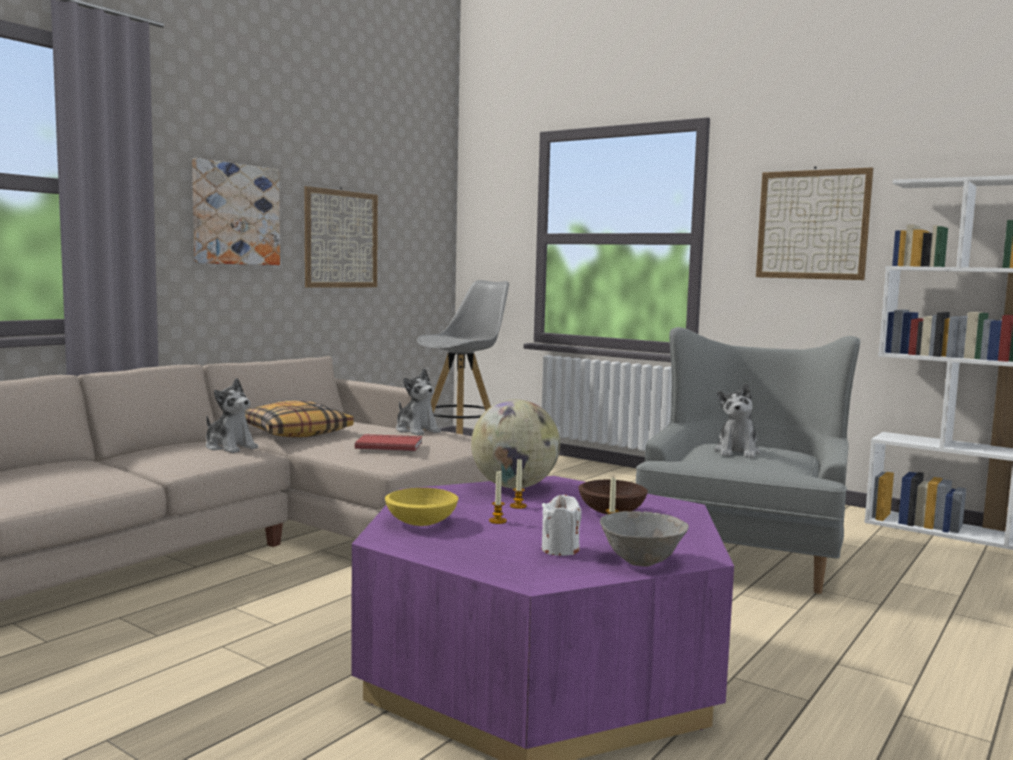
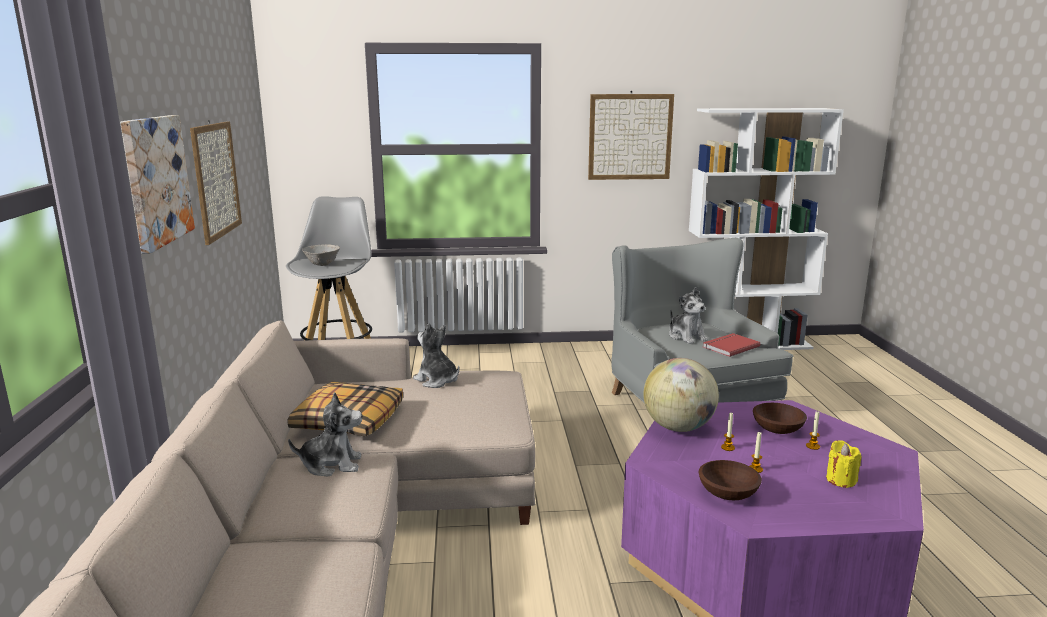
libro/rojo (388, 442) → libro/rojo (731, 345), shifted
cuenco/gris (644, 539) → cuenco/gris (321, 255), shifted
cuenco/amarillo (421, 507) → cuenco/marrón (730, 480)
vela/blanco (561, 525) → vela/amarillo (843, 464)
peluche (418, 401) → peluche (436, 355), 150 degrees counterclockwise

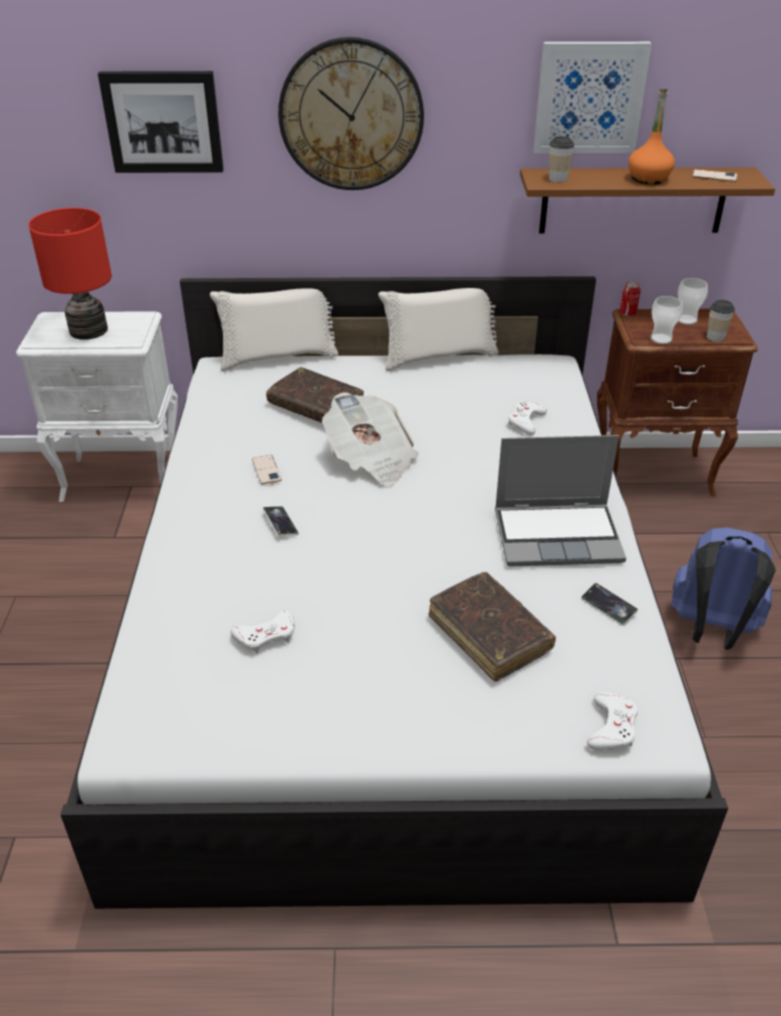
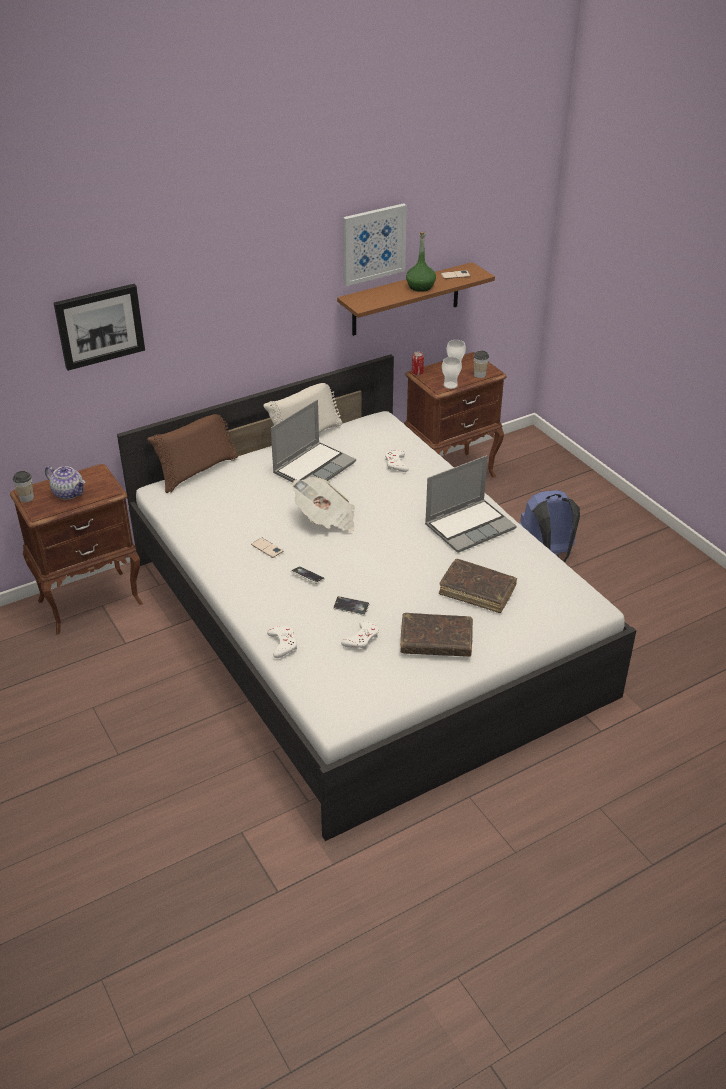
reloj de pared (351, 113) → -
- → portátil (313, 441)
libro/marrón (315, 395) → libro/marrón (436, 635), shifted
taza (561, 159) → taza (23, 486), shifted
móvil (609, 604) → móvil (351, 605), shifted
mando de consola/blanco (612, 721) → mando de consola/blanco (282, 642), shifted
lámpara de mesa/rojo (70, 274) → tetera (65, 483)
mesita de noche/blanco (97, 406) → mesita de noche/marrón (76, 549)
cojín/blanco (274, 330) → cojín/marrón (192, 453)
botella/naranja (651, 137) → botella/verde (421, 262)

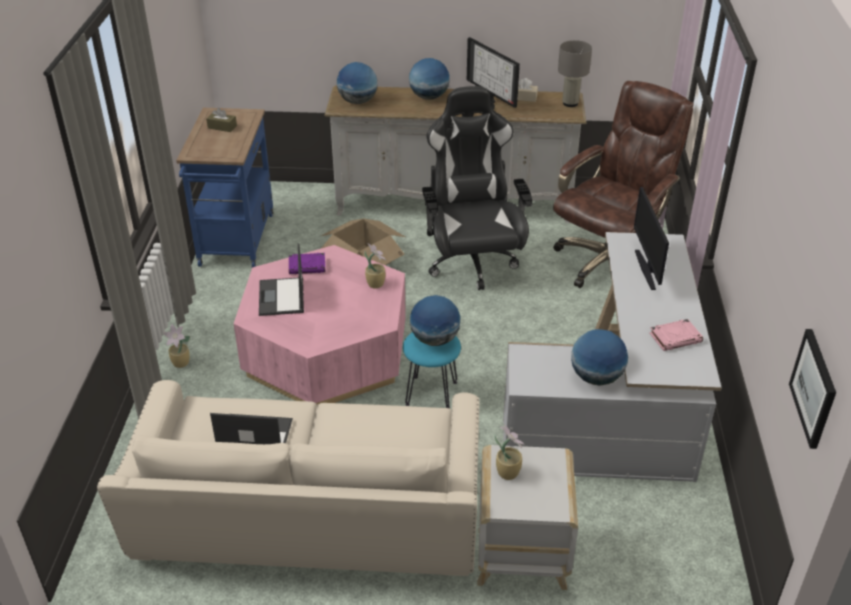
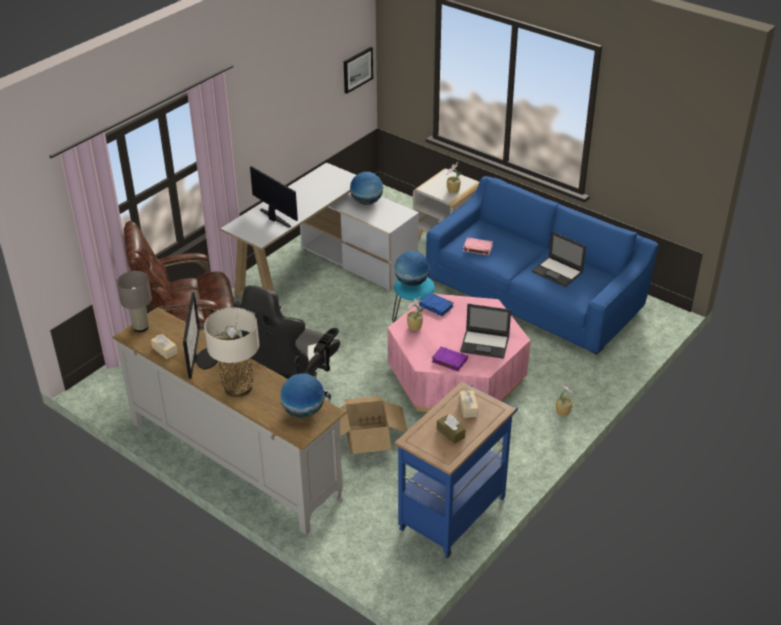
- → libro/azul (436, 304)
- → caja de pañuelos/beis (468, 404)
libro/rosa (676, 335) → libro/rosa (478, 246), shifted
globo terráqueo (429, 79) → lámpara de mesa (231, 352)
sofá/beis (288, 478) → sofá/azul (542, 265)
portátil (281, 279) → portátil (485, 331), 75 degrees clockwise
monitor (651, 238) → monitor (274, 197), 75 degrees counterclockwise

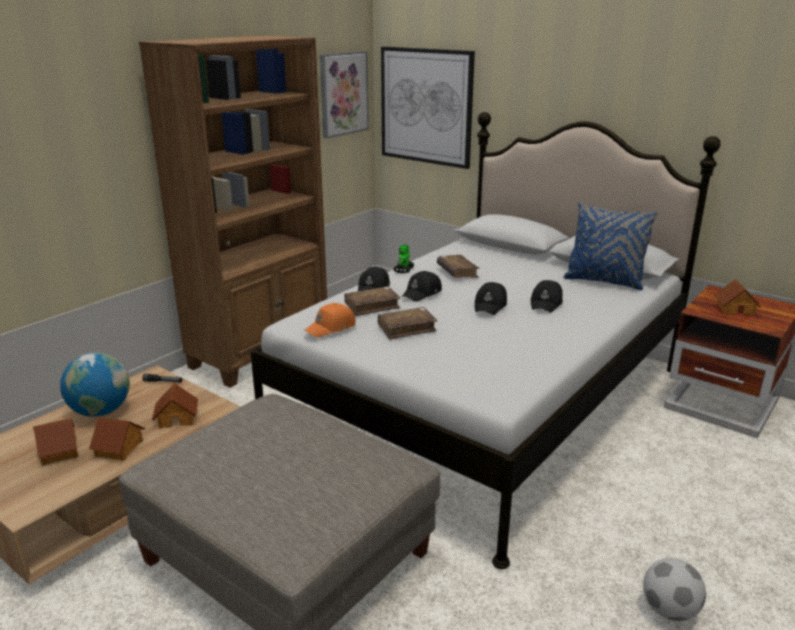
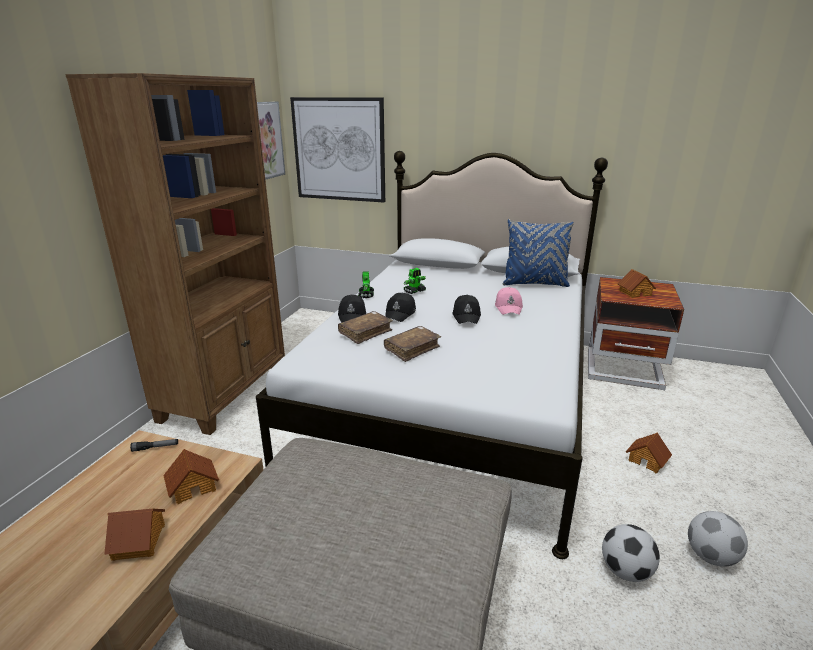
globo terráqueo (95, 384) → -
gorra/naranja (330, 320) → -
- → balón de fútbol (631, 553)
casita (55, 441) → casita (649, 453), shifted
libro/marrón (458, 266) → robot de juguete (415, 281)
gorra/negro (547, 296) → gorra/rosa (509, 301)

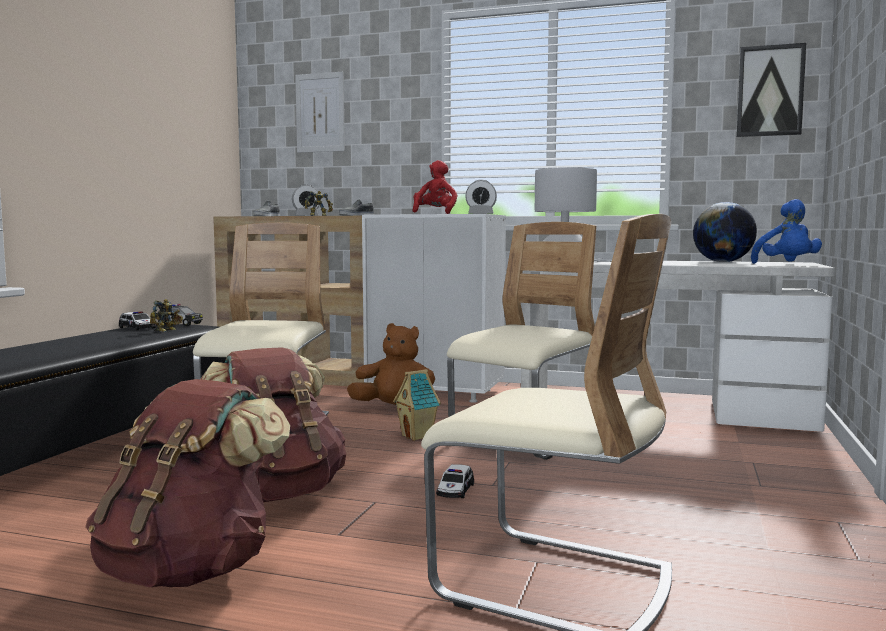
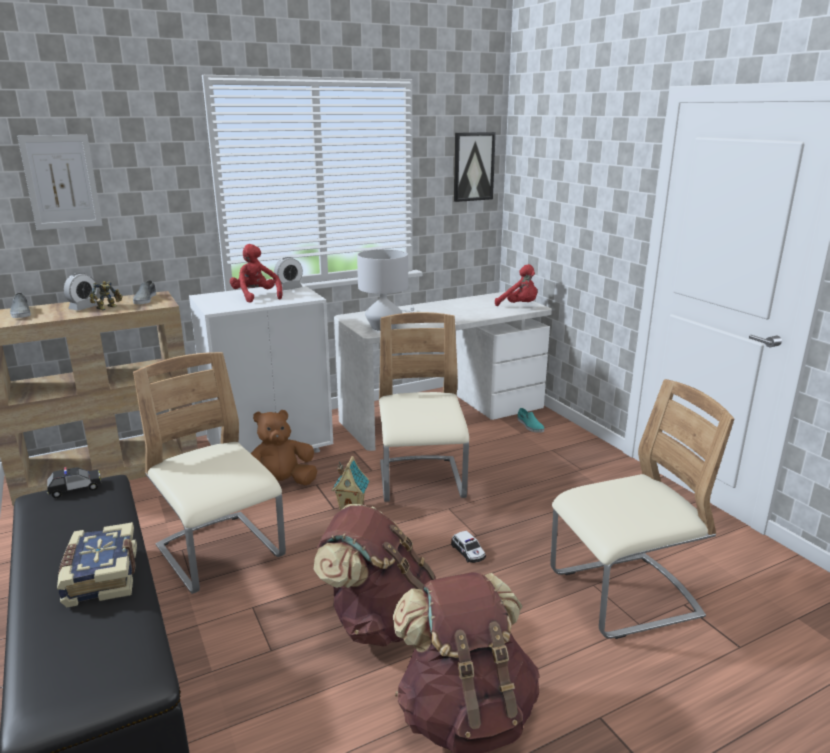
coche de juguete (137, 320) → -
robot de juguete (166, 315) → -
globo terráqueo (725, 232) → -
- → libro (97, 564)
- → zapato/turquesa (531, 420)
peluche/azul (786, 231) → peluche/rojo (516, 285)

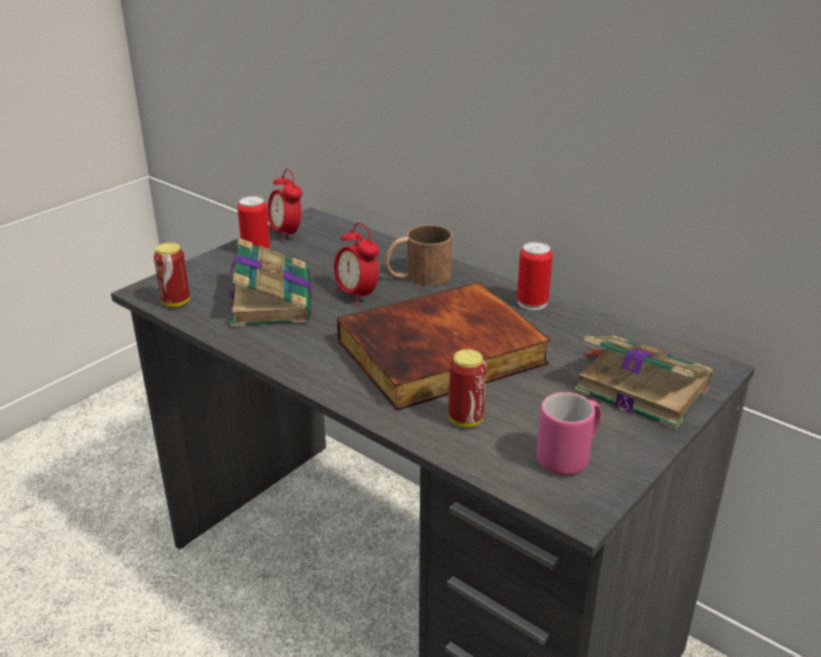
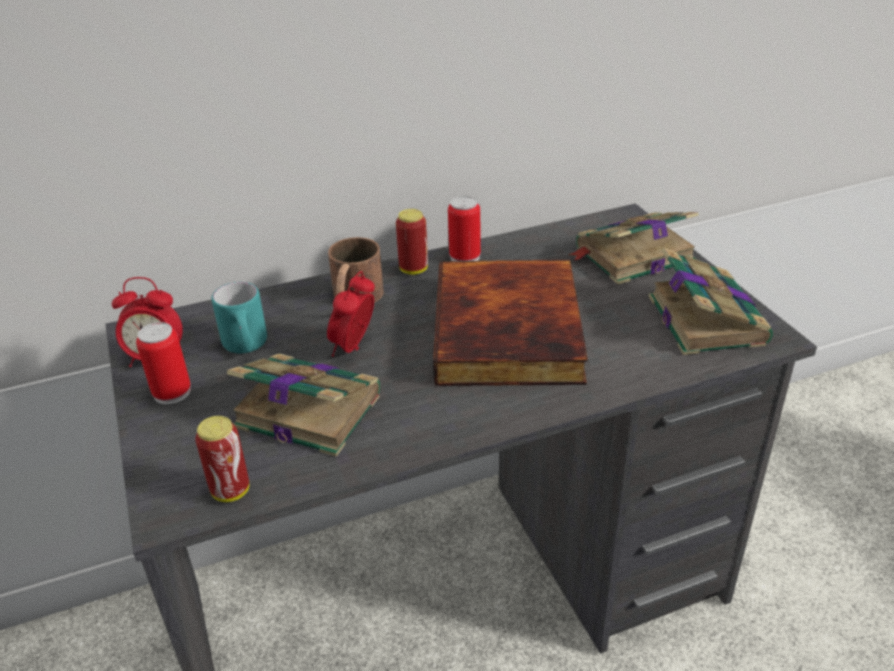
- → taza grande/turquesa (239, 317)
lata (467, 388) → lata (412, 242), shifted
taza grande/rosa (568, 433) → libro (711, 301)
despertador (356, 264) → despertador (351, 314), 120 degrees clockwise

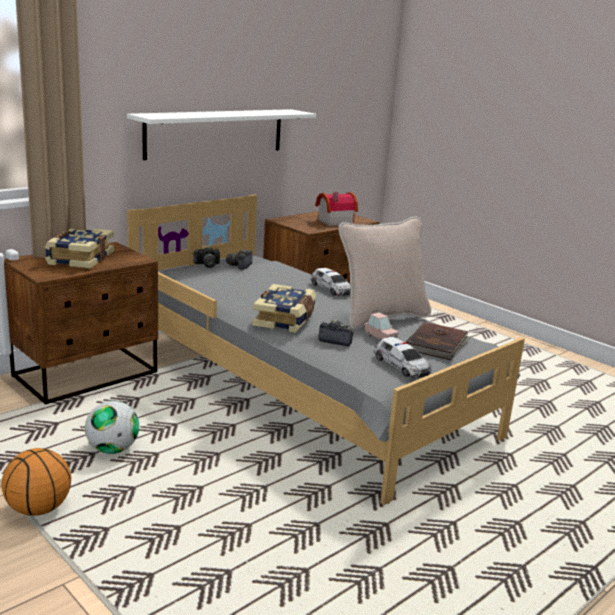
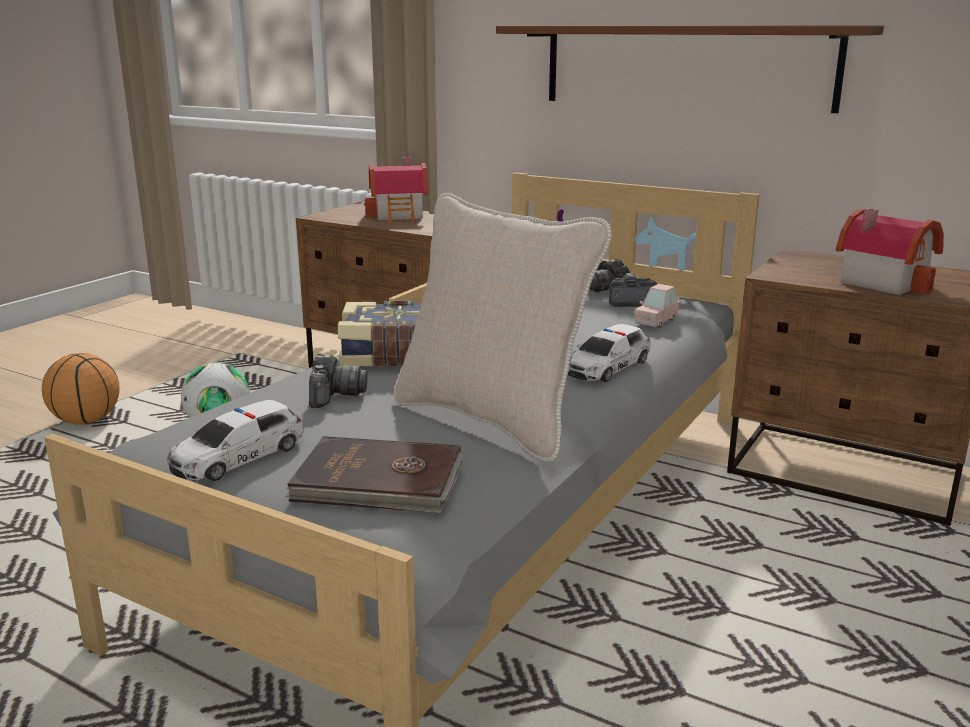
coche de juguete/rosa (382, 326) → coche de juguete/rosa (657, 306), shifted
libro (79, 249) → casita (396, 190)
estante/blanco (221, 134) → estante/marrón (690, 69)

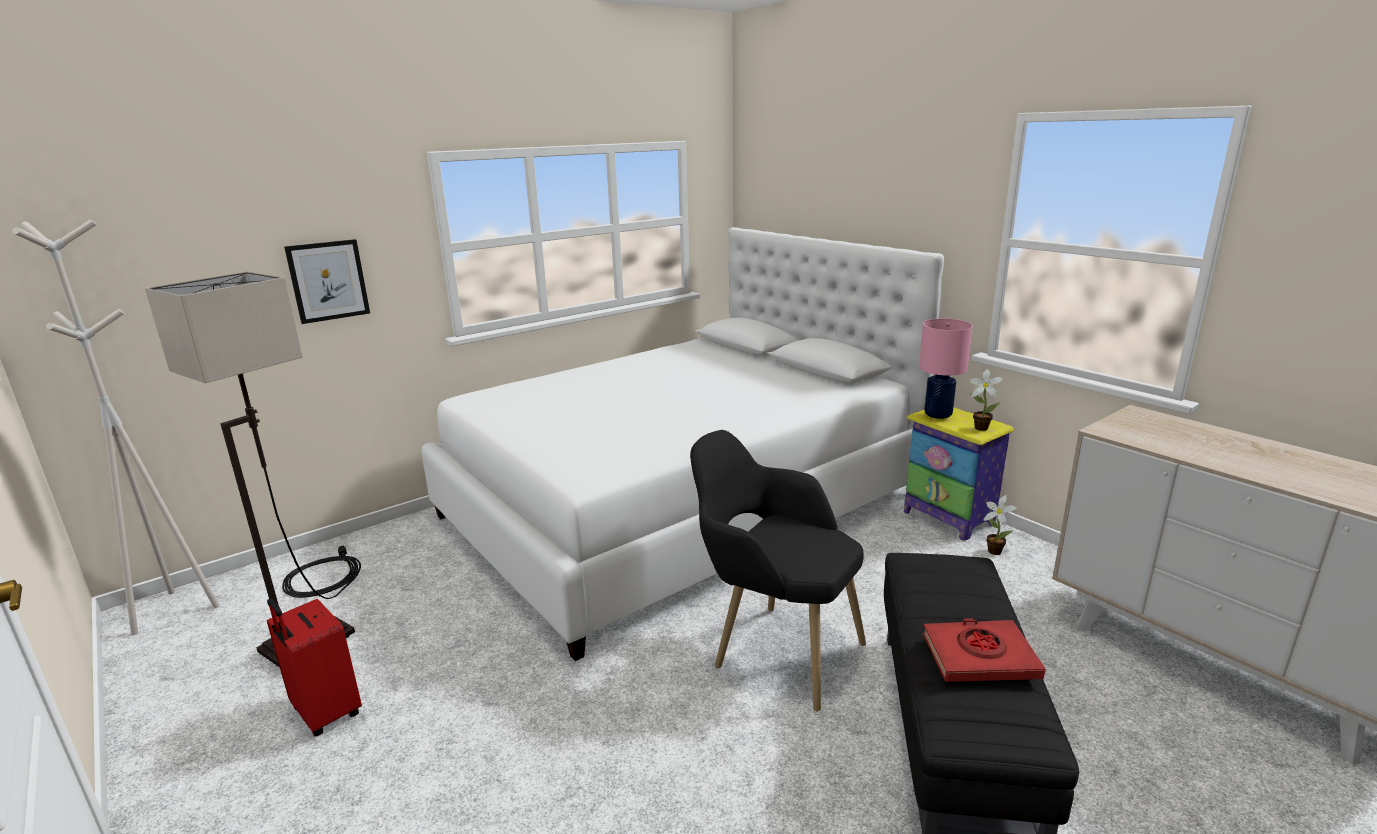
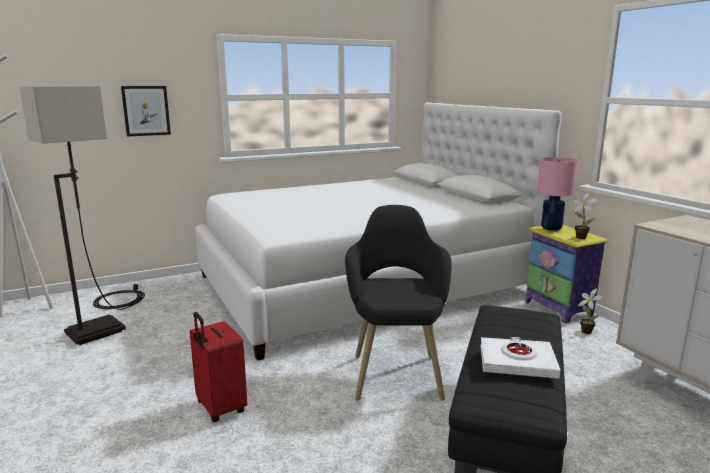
maleta/rojo (314, 667) → maleta/rojo (218, 367), shifted
libro/rojo (984, 650) → libro/blanco (520, 358)
sillón/negro (778, 571) → sillón/negro (398, 303), 45 degrees clockwise

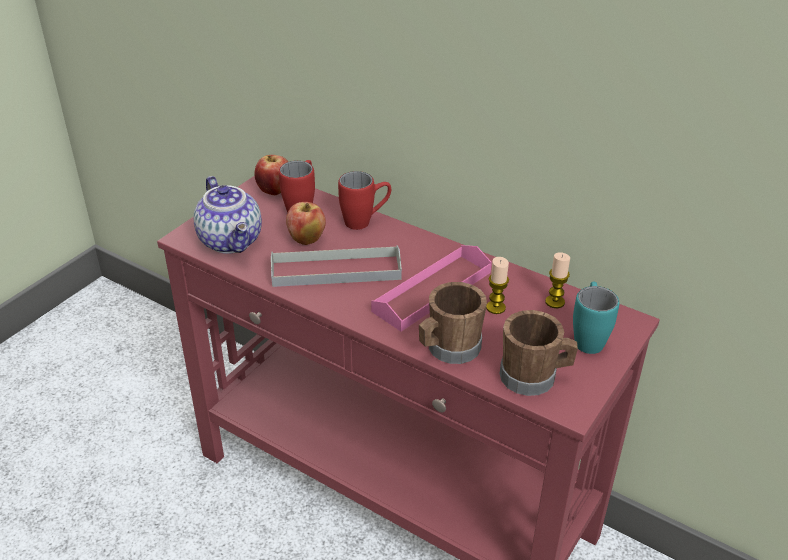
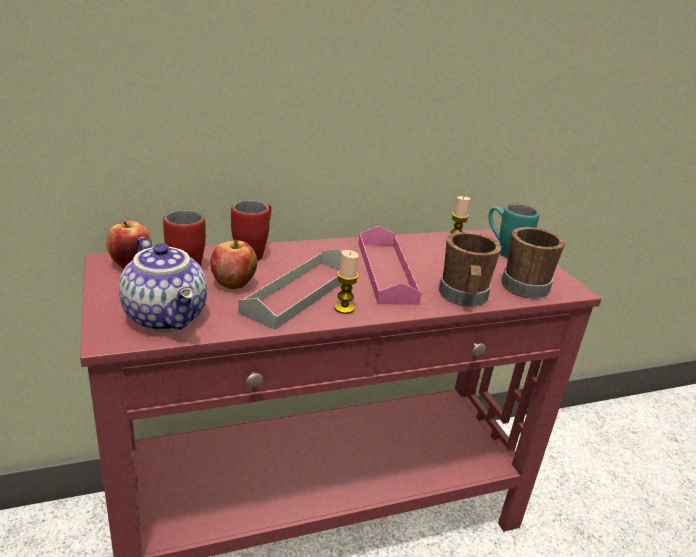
vela (497, 285) → vela (346, 282), shifted
tetera (227, 215) → tetera (163, 284), 45 degrees clockwise

